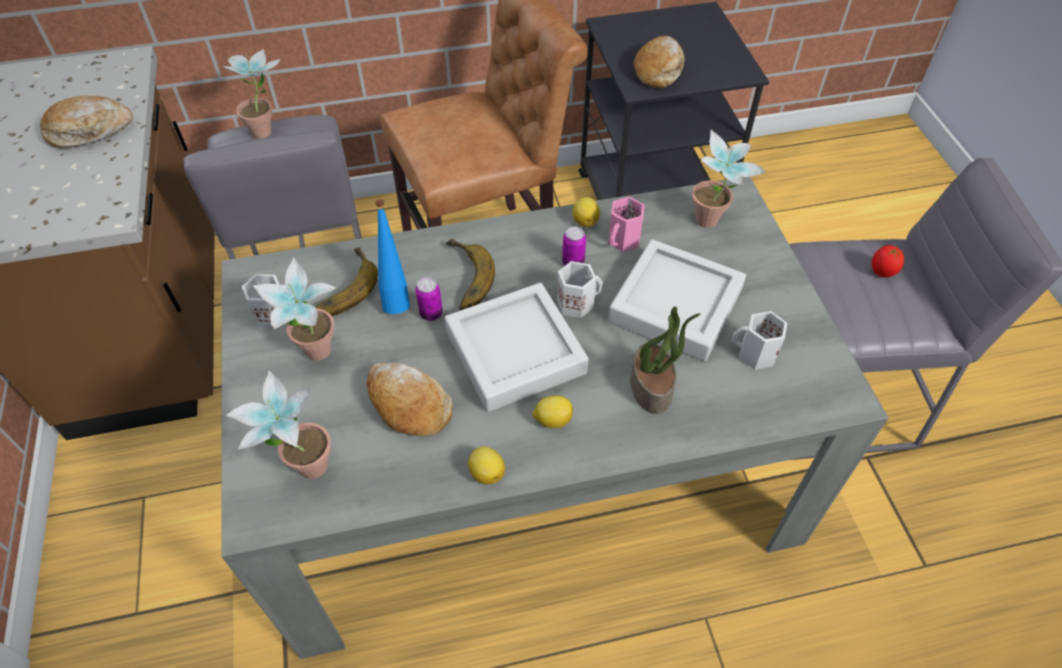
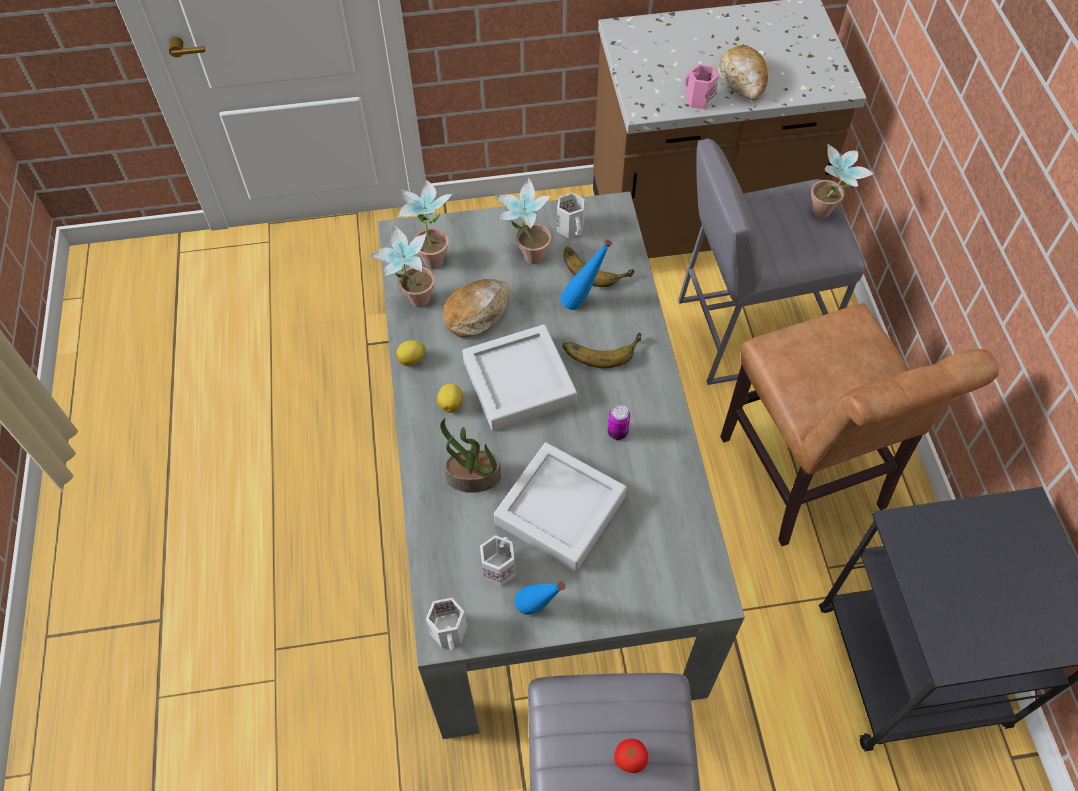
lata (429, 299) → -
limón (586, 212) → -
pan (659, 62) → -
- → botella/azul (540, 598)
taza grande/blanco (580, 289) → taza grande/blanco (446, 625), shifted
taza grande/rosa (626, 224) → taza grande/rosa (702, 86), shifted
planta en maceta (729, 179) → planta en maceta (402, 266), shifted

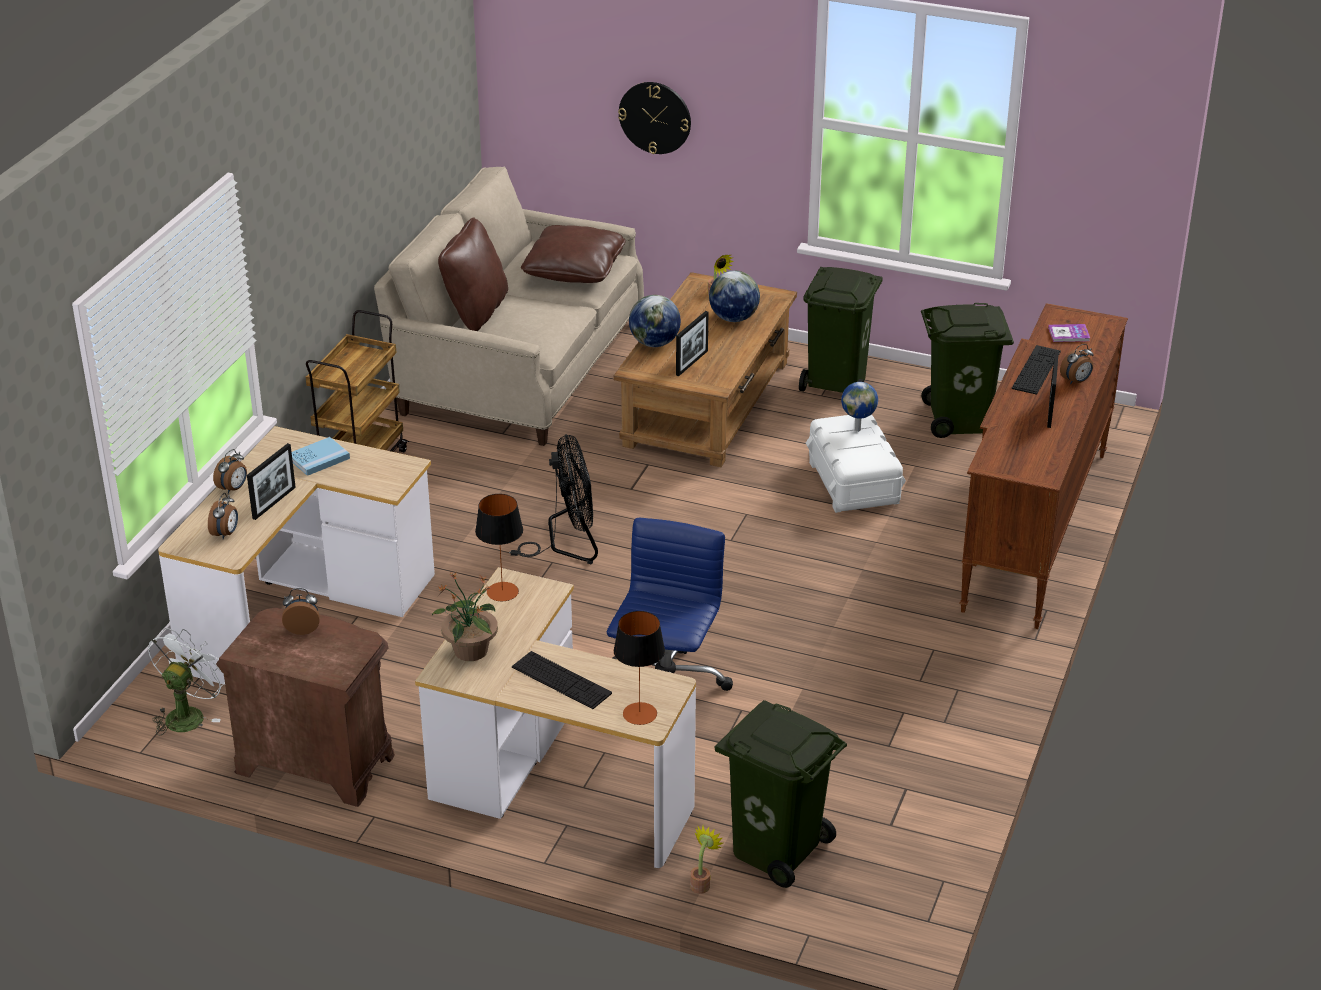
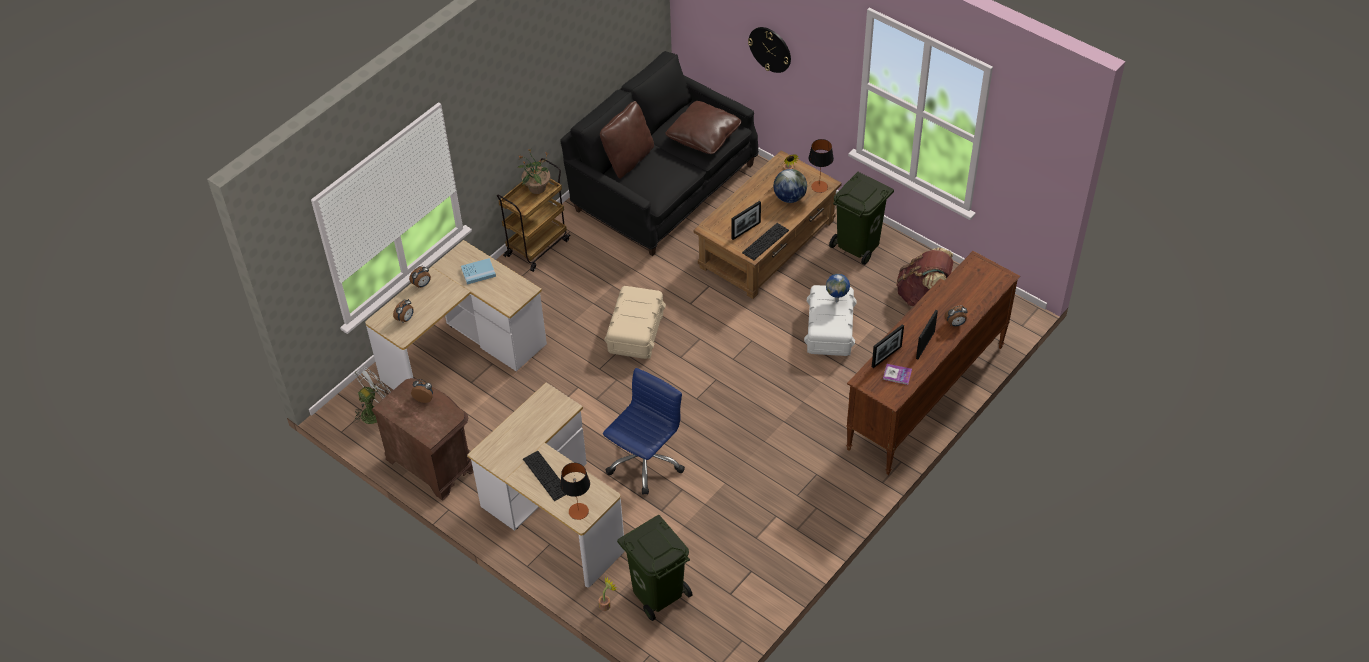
globo terráqueo (655, 321) → -
portarretratos (271, 481) → portarretratos (888, 346), shifted
planta en maceta (465, 616) → planta en maceta (533, 171), shifted
lámpara de mesa (499, 547) → lámpara de mesa (821, 166), shifted
teclado (1036, 370) → teclado (765, 241), shifted
libro (1069, 333) → libro (897, 374), shifted
ventilador/negro (553, 499) → caja de almacenaje/beis (635, 322)
papelera/verde (967, 370) → mochila/marrón (924, 276)
sofá/beis (509, 306) → sofá/negro (659, 153)

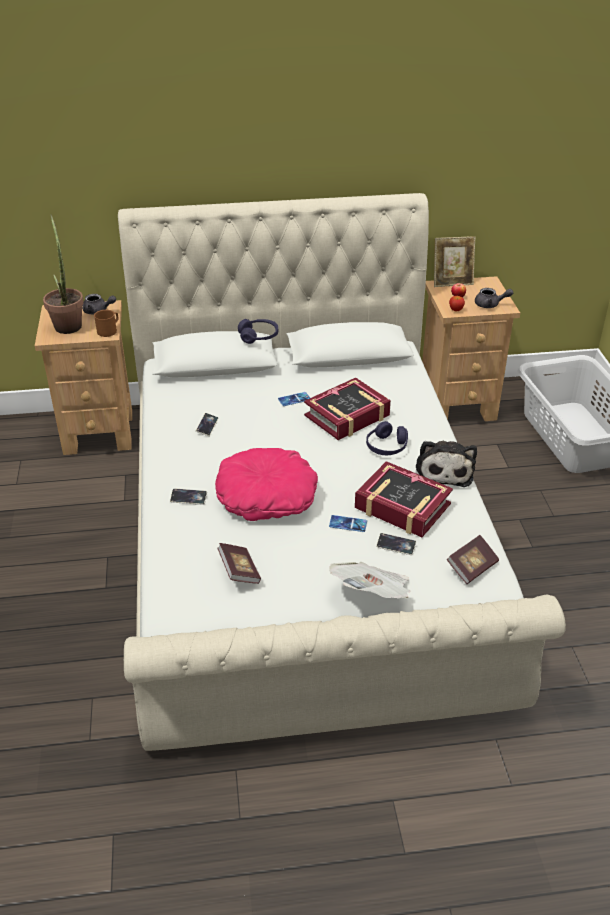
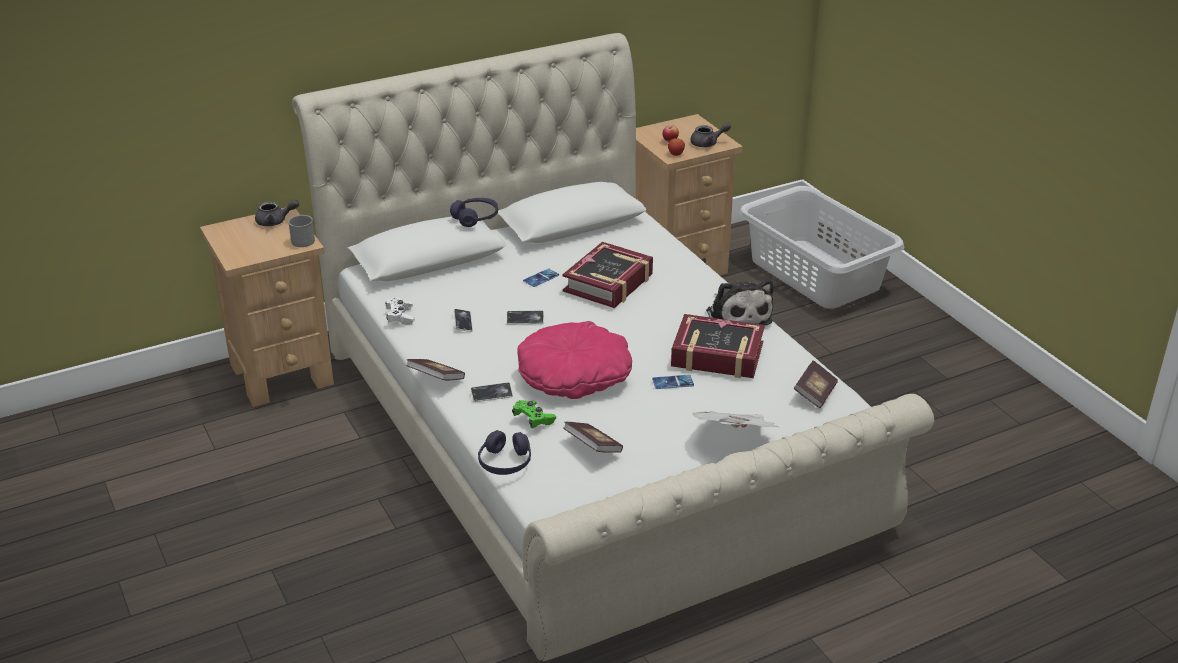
planta en maceta (63, 274) → -
portarretratos (454, 261) → -
- → mando de consola/blanco (399, 311)
- → libro (435, 369)
- → mando de consola/verde (534, 414)
auriculares/morado (387, 438) → auriculares/morado (504, 452), shifted
móvil (396, 544) → móvil (525, 317), shifted
taza grande/marrón (106, 323) → taza grande/gris (301, 231)

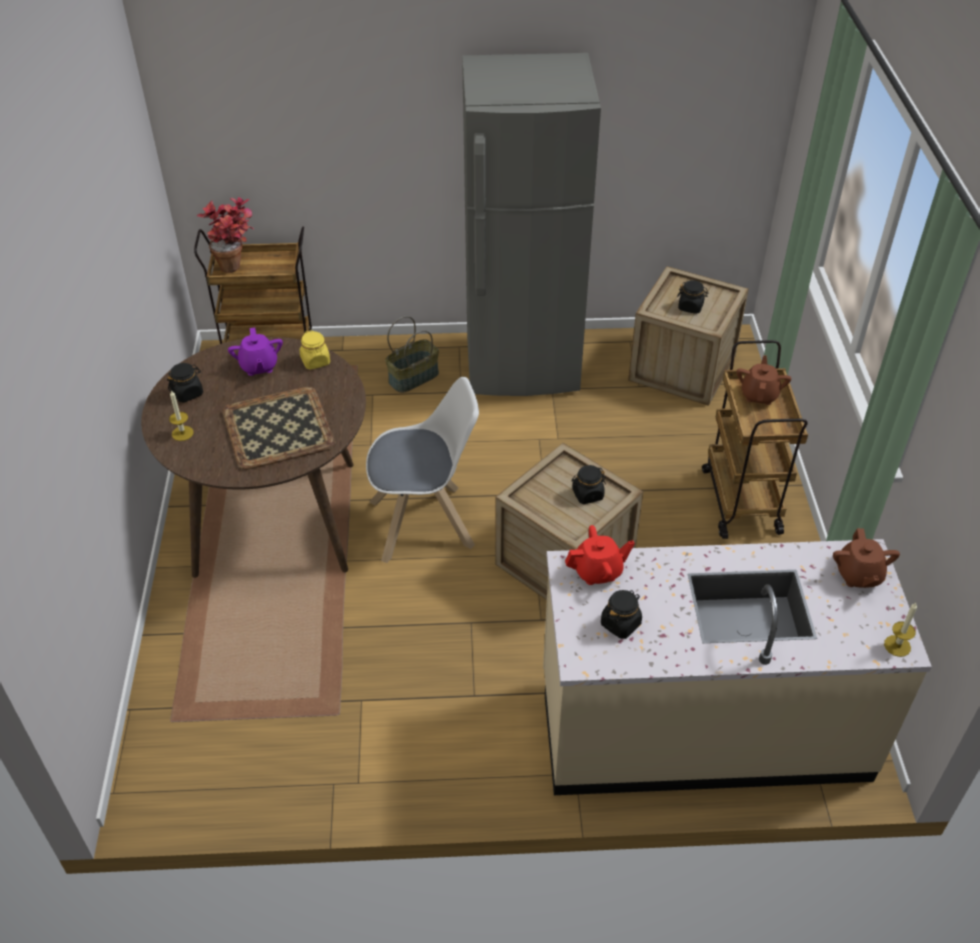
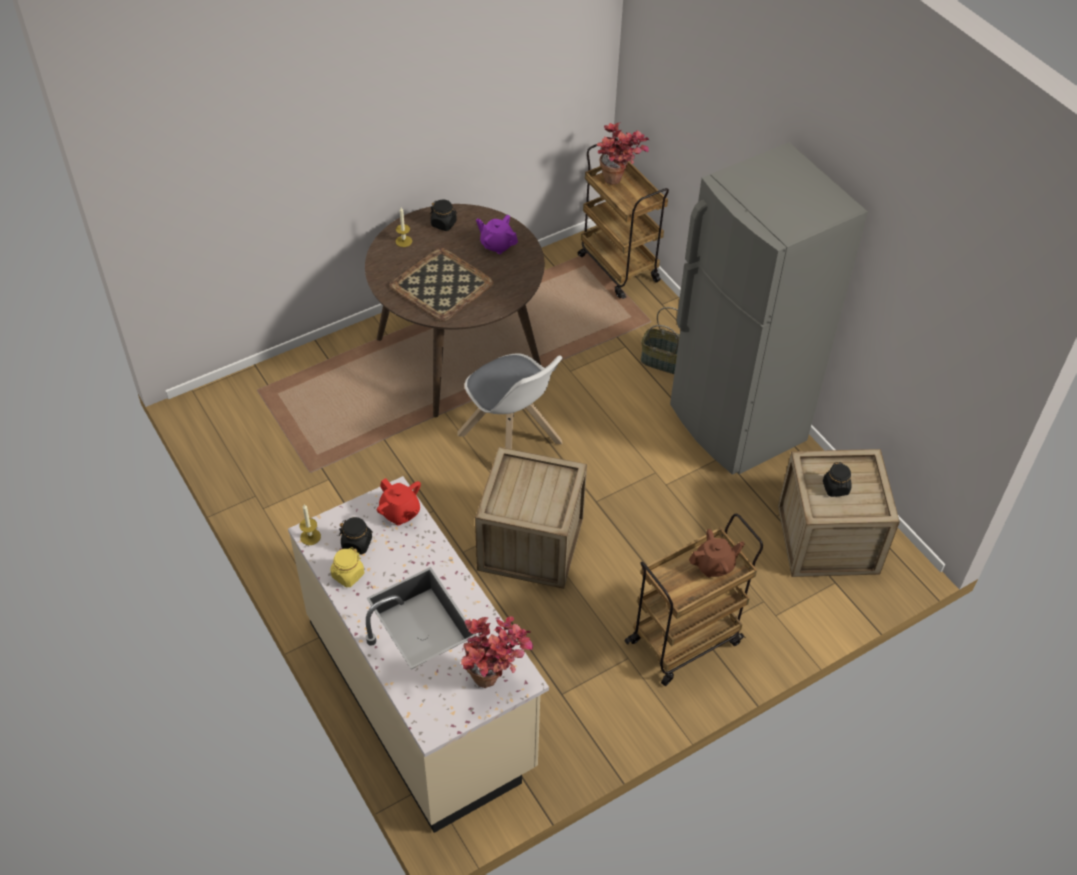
tarro/negro (588, 484) → -
tarro/amarillo (314, 350) → tarro/amarillo (347, 567), shifted
vela (900, 630) → vela (310, 524), shifted
tetera/marrón (866, 558) → planta en maceta (497, 652)
tetera/morado (255, 352) → tetera/morado (497, 234), 75 degrees clockwise

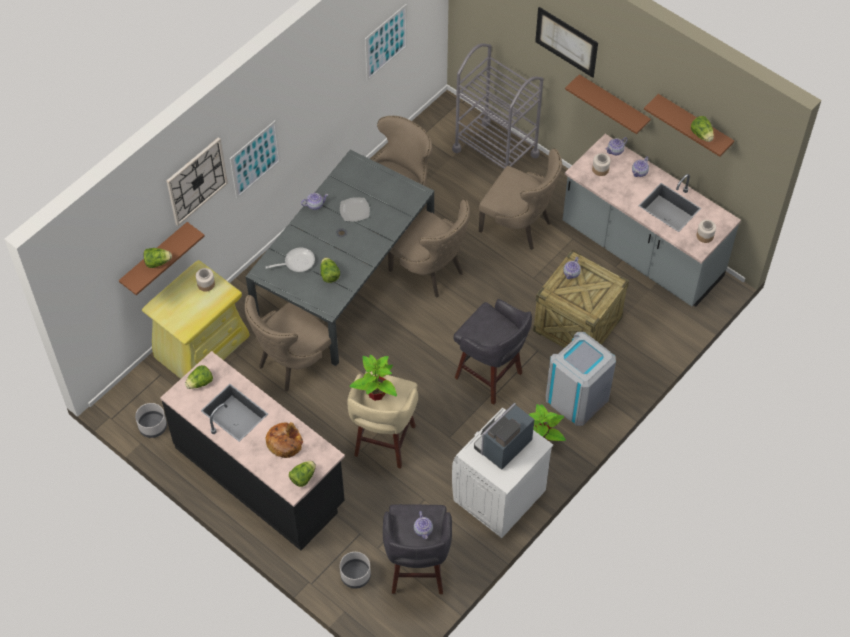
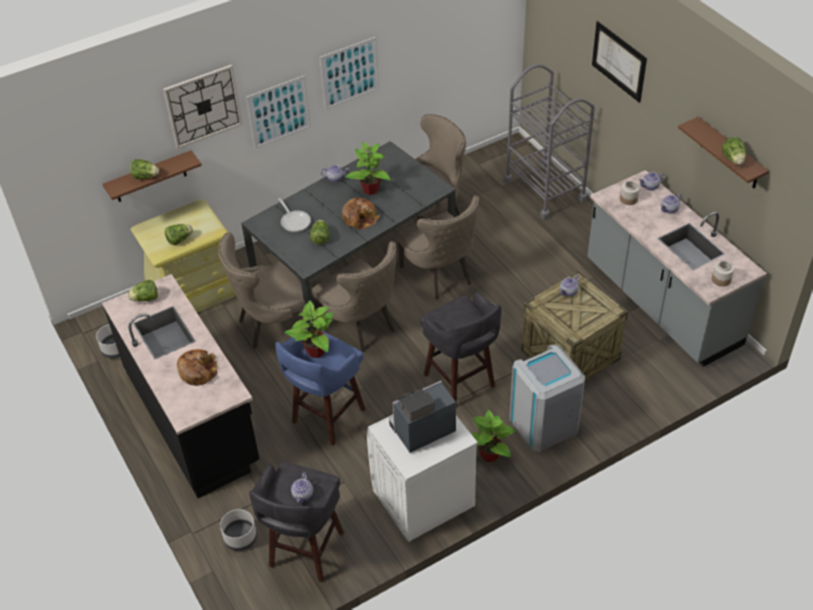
tarro (205, 280) → -
estante/marrón (608, 104) → -
- → pan (361, 213)
lechuga (302, 474) → lechuga (179, 234), shifted
cuadro (386, 42) → cuadro (349, 73), shifted
silla/beis (520, 199) → silla/beis (354, 296), shifted
plato (355, 209) → planta en maceta (367, 168)
taburete/beis (382, 420) → taburete/azul (320, 387)
sartén (290, 260) → sartén (295, 215), 60 degrees clockwise

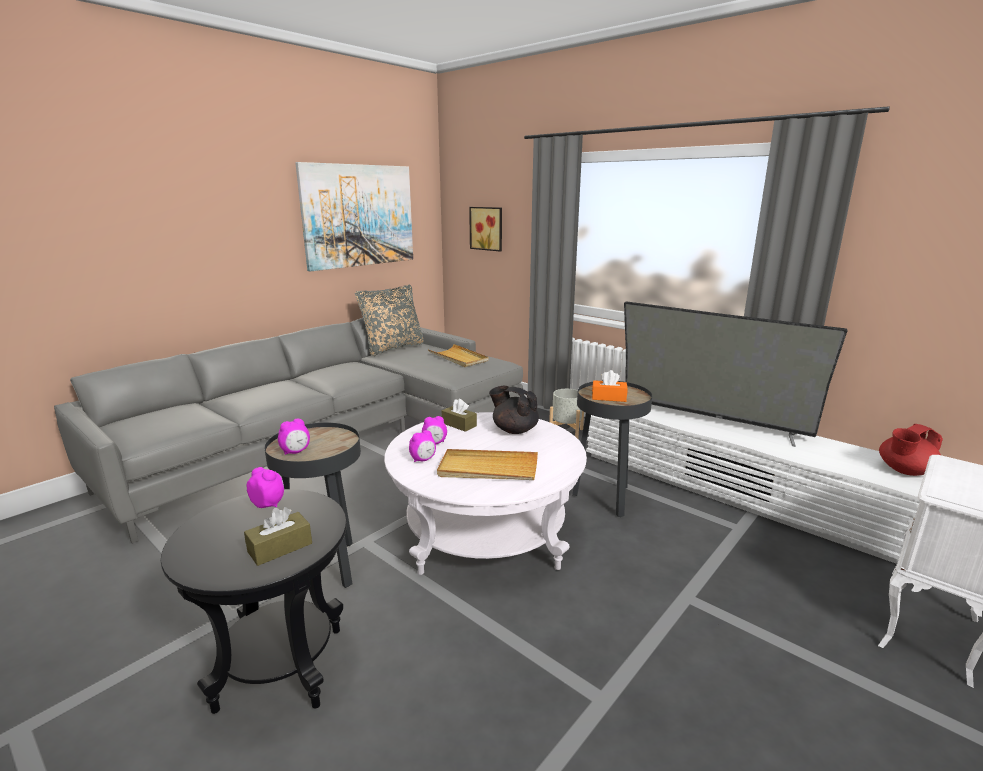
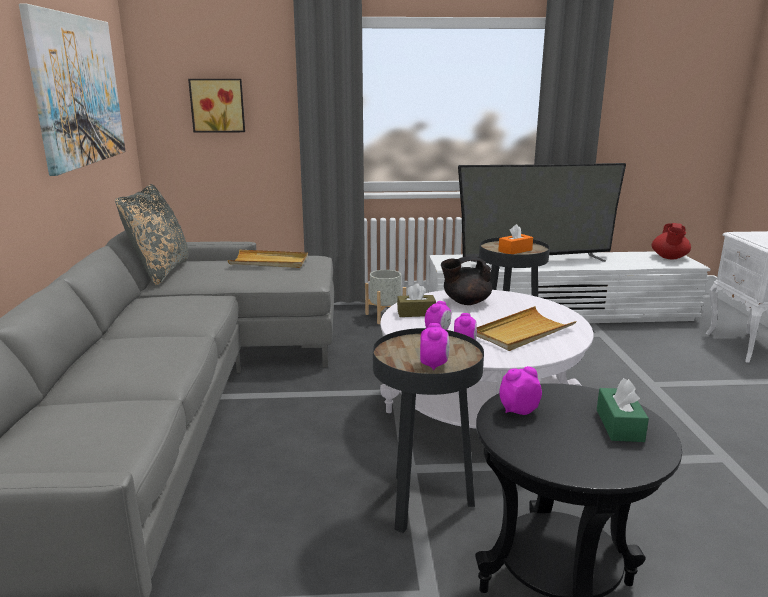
caja de pañuelos/marrón (278, 536) → caja de pañuelos/verde (623, 410)

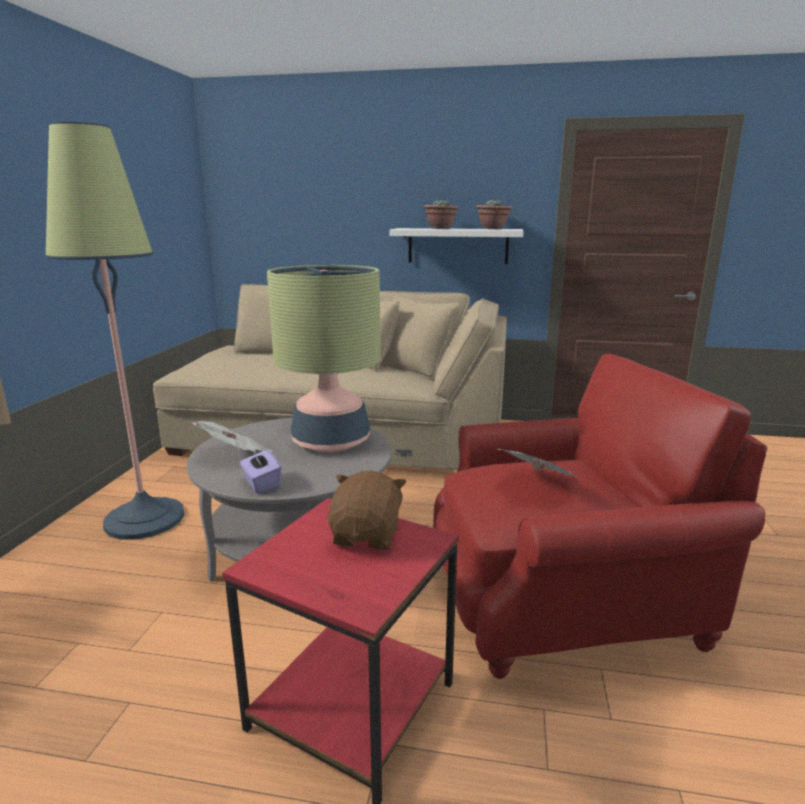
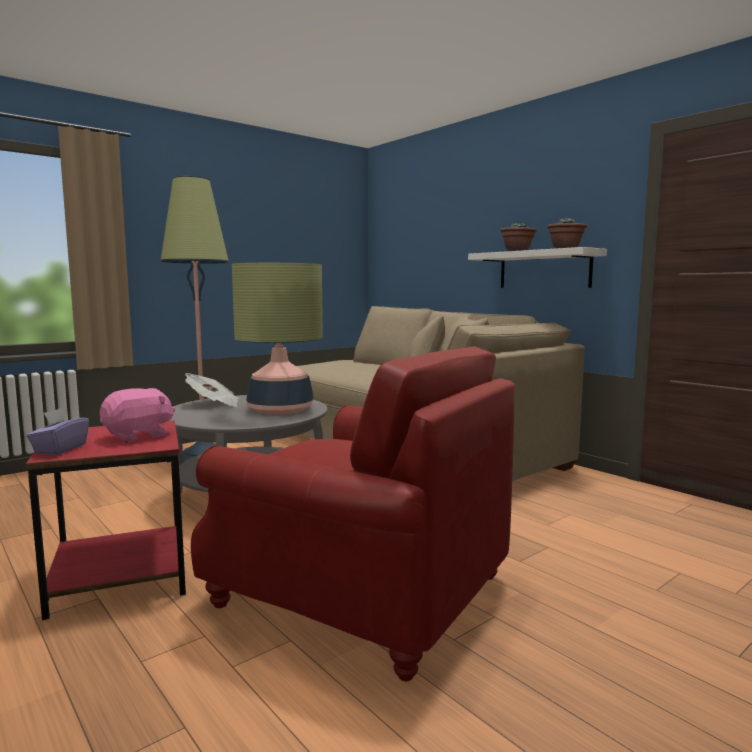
periódico (537, 463) → -
caja de pañuelos/morado (261, 471) → caja de pañuelos/morado (58, 431), shifted
peluche/marrón (367, 510) → peluche/rosa (137, 415)

